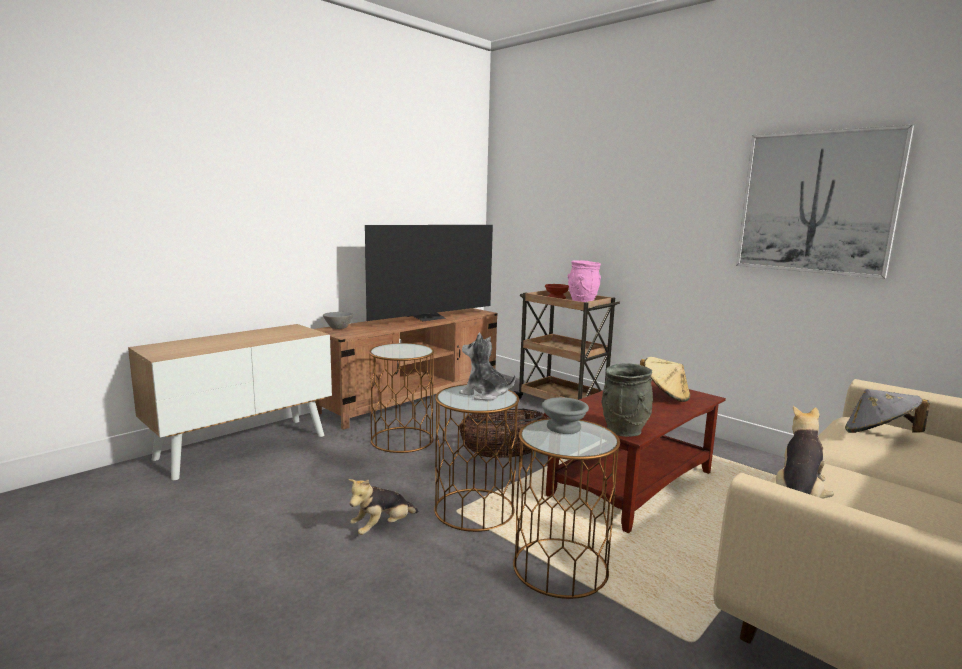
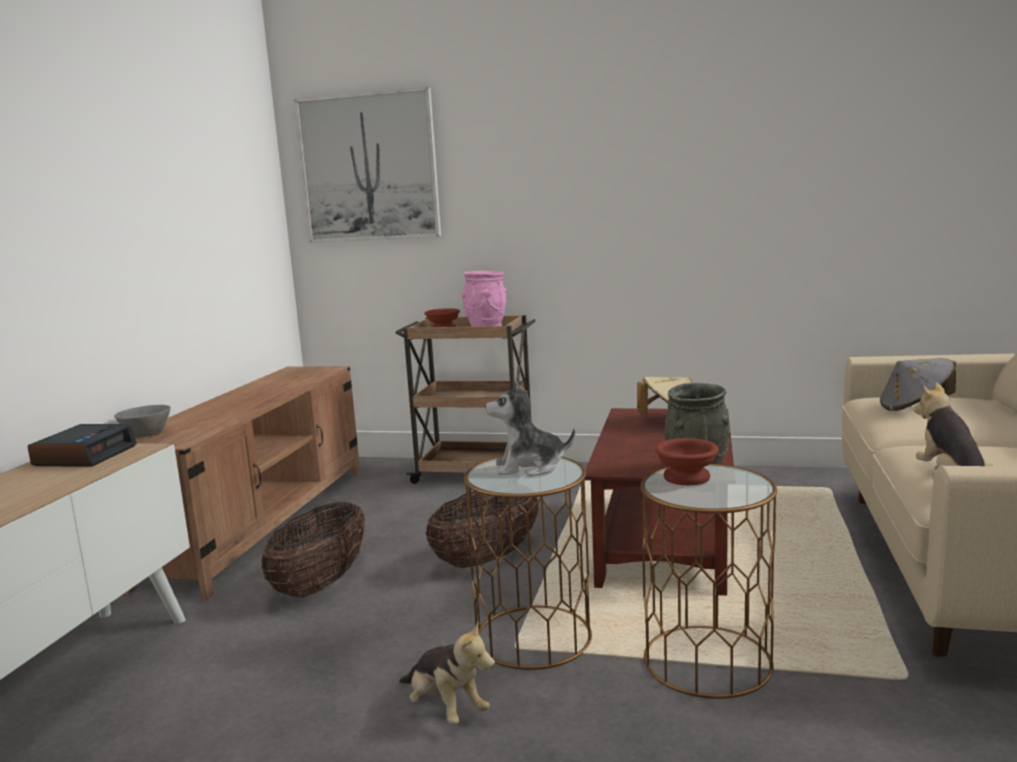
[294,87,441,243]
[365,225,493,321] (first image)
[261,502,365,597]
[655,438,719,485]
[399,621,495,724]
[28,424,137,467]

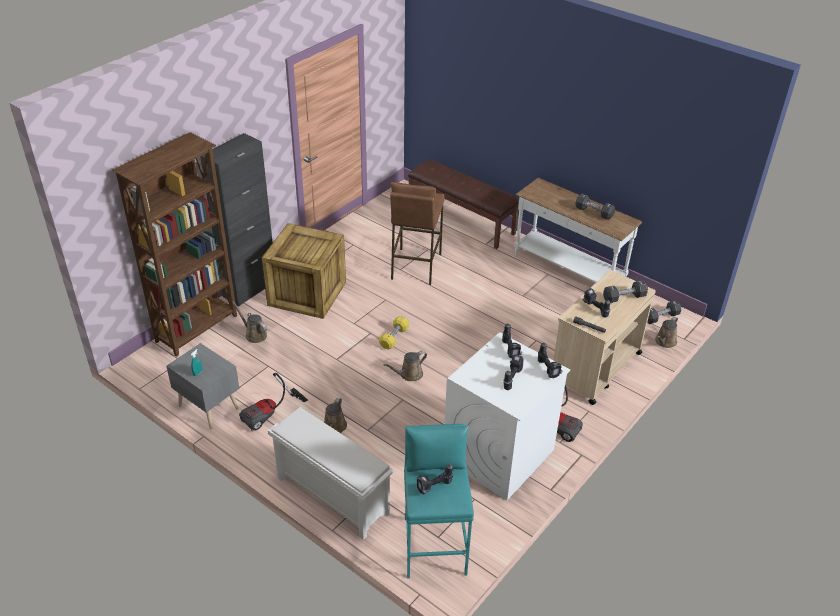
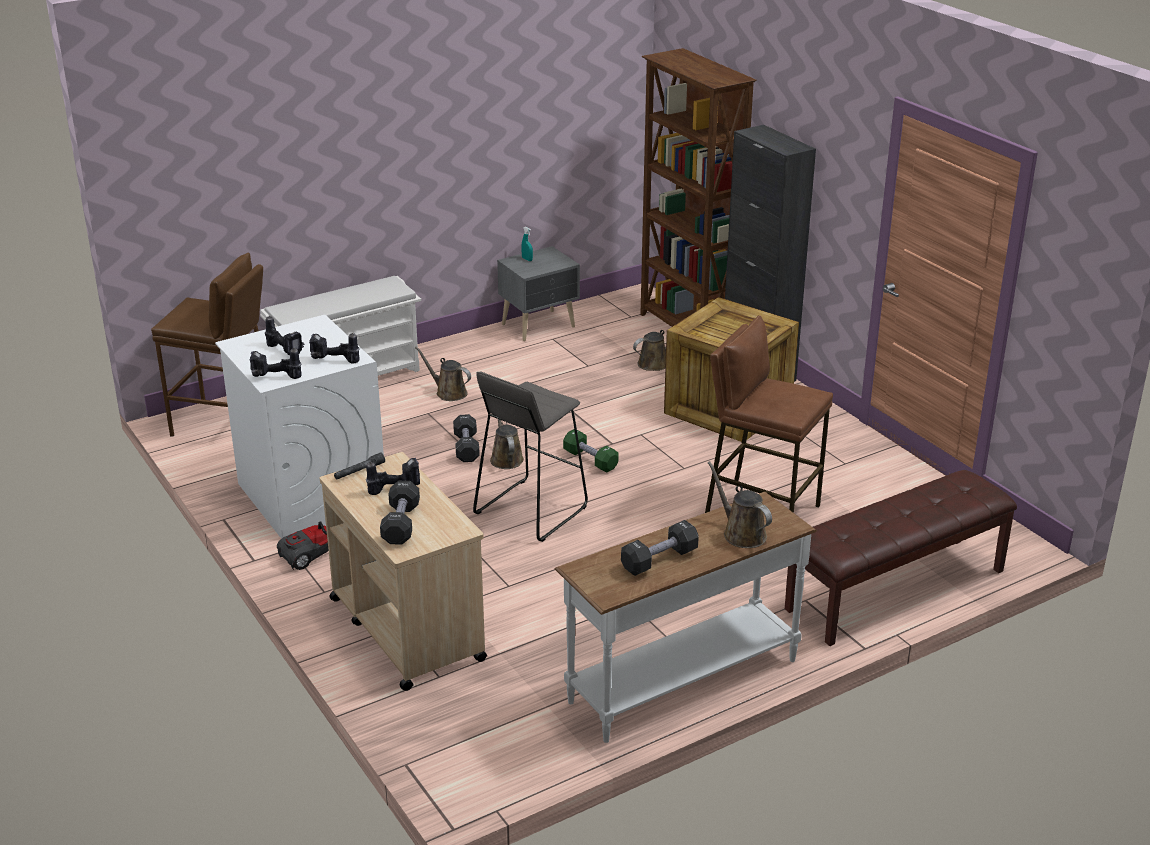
[453,414,480,462]
[563,429,619,473]
[708,461,772,548]
[239,373,308,431] (first image)
[151,253,263,437]
[417,464,453,495] (first image)
[473,372,588,542]

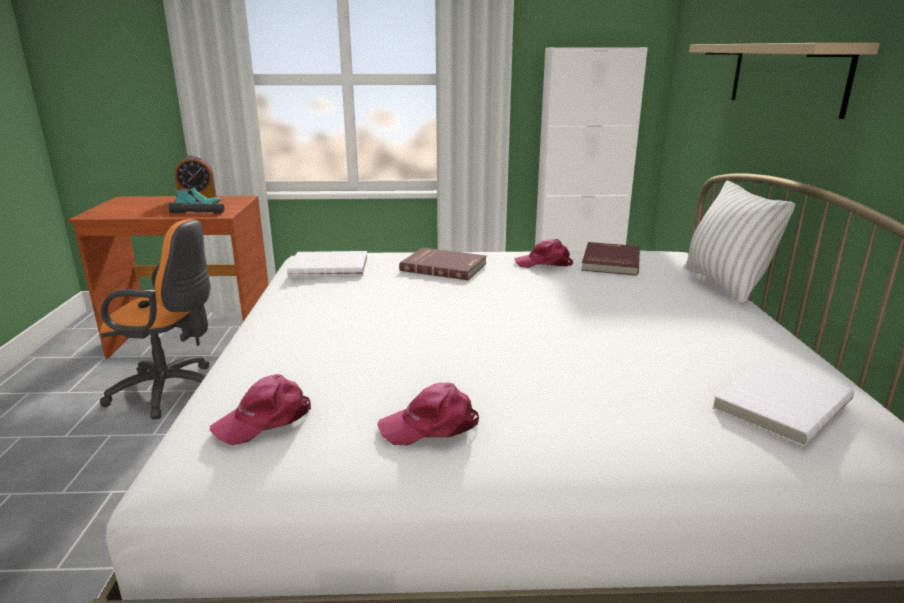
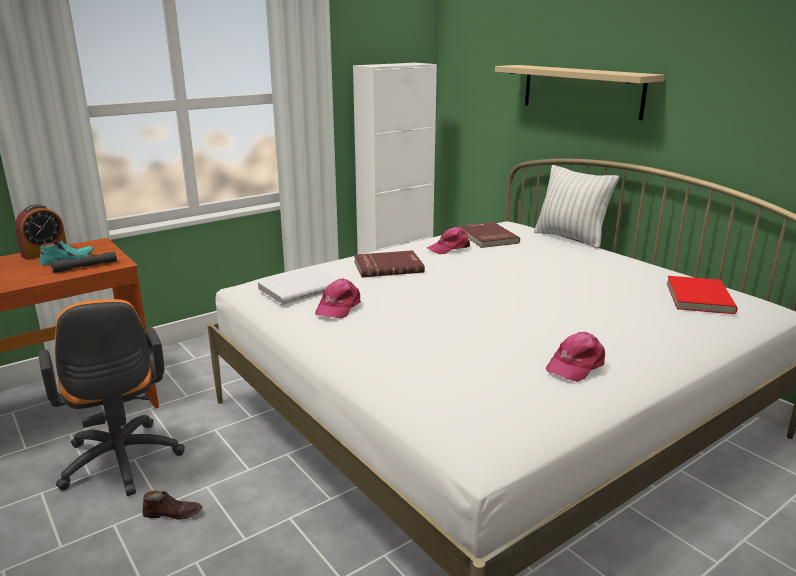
[38,299,185,496]
[667,276,738,314]
[315,278,360,319]
[142,490,202,520]

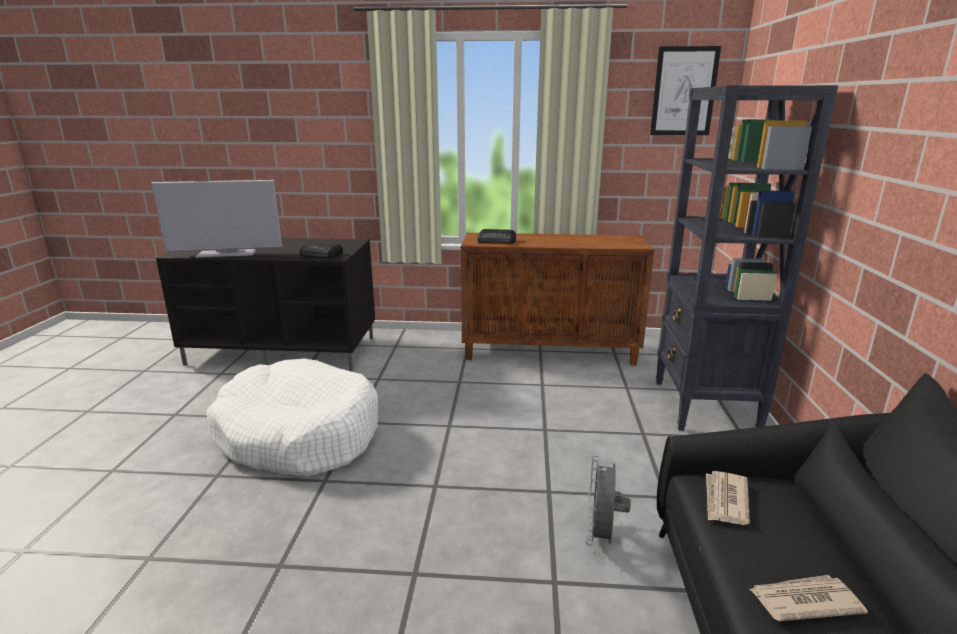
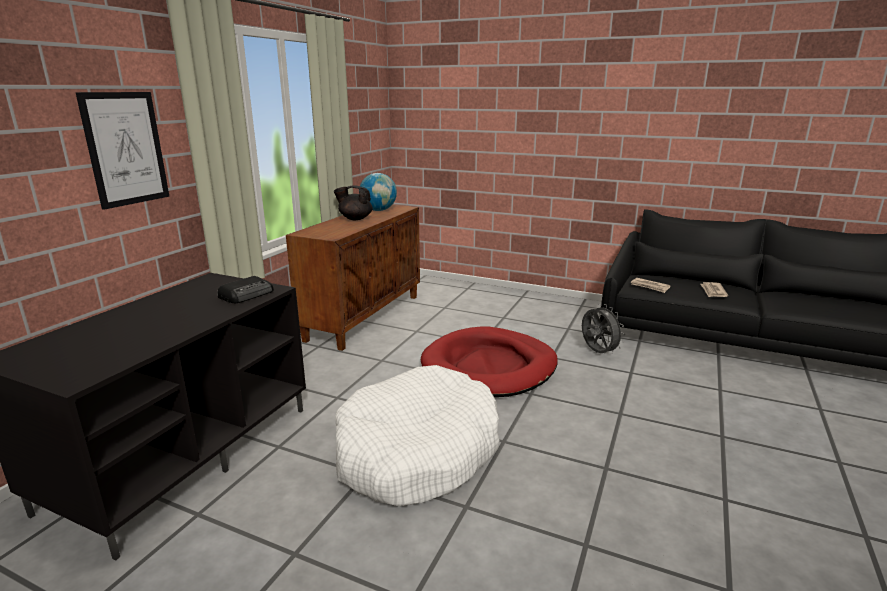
[75,92,169,210]
[656,85,838,431] (first image)
[151,180,282,258] (first image)
[477,229,516,244] (first image)
[582,304,625,354]
[360,173,397,211]
[334,185,373,220]
[421,326,558,397]

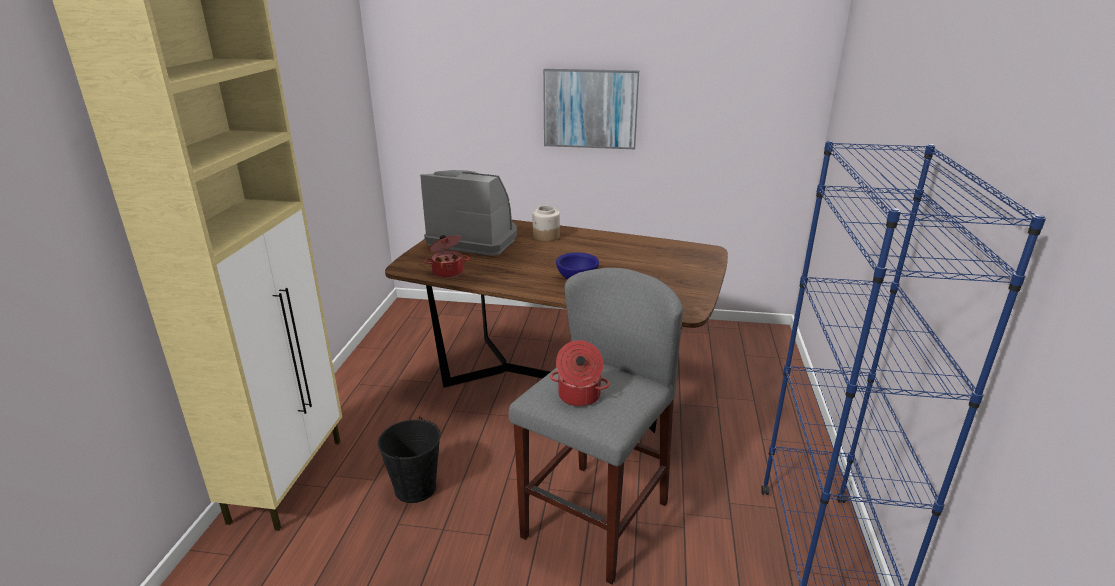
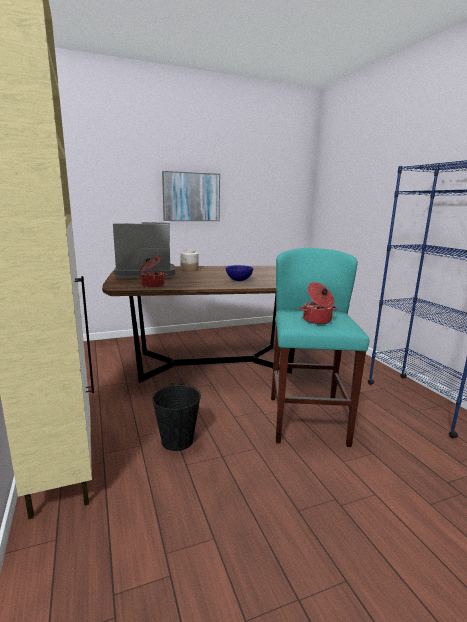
[271,248,369,447]

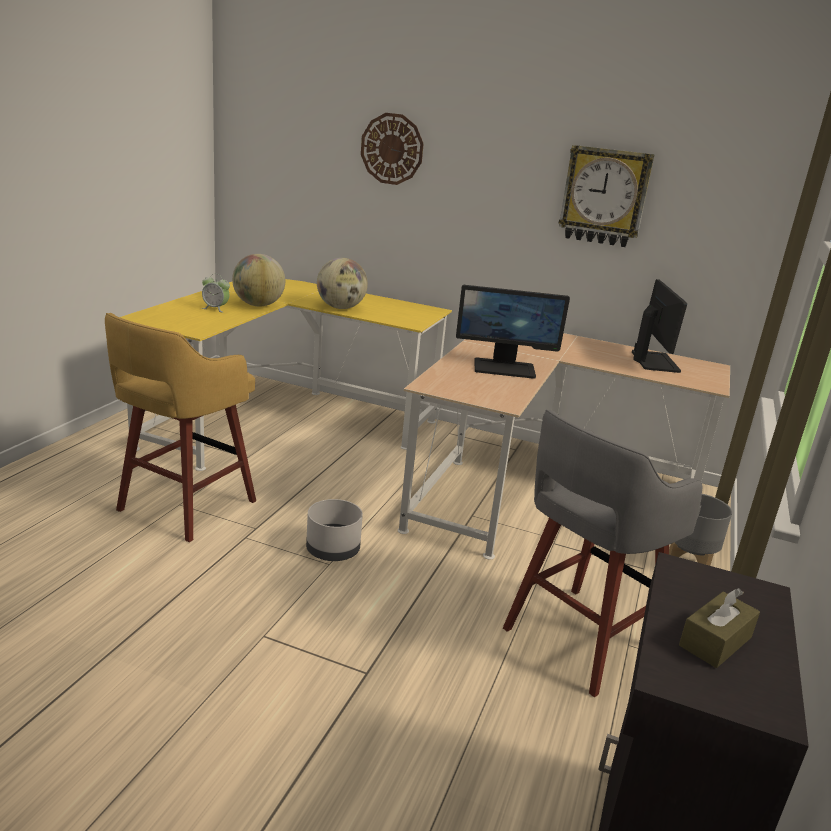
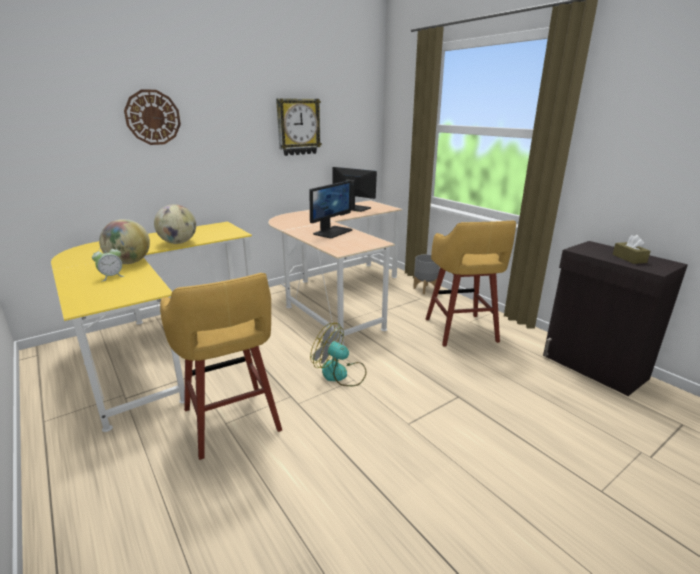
[426,221,516,347]
[310,323,367,386]

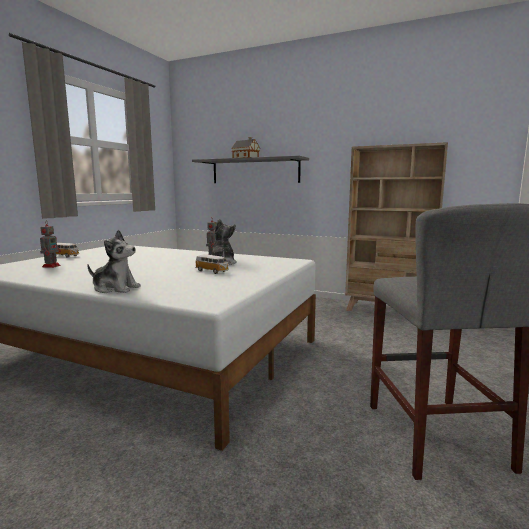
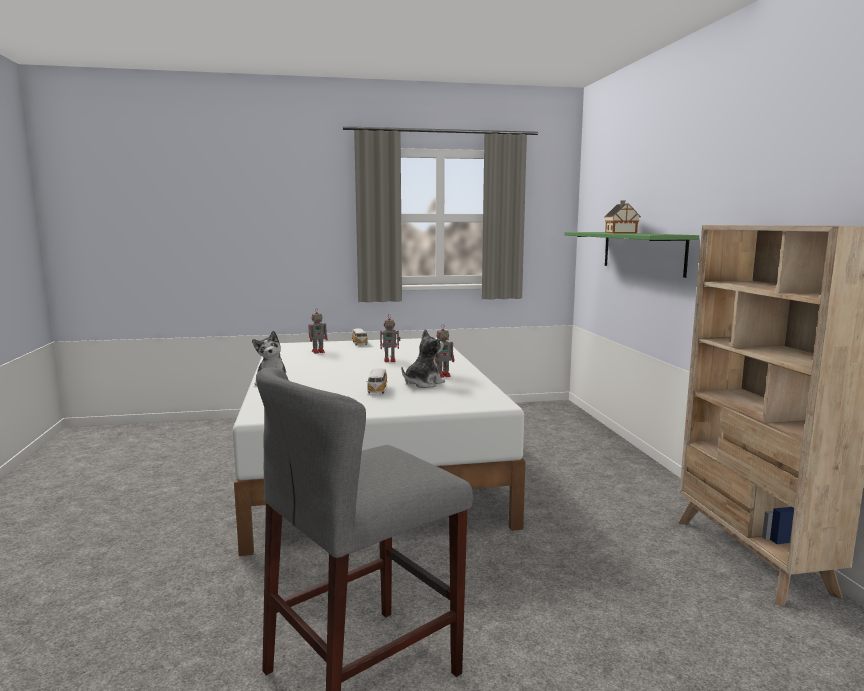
[564,232,699,278]
[380,314,400,362]

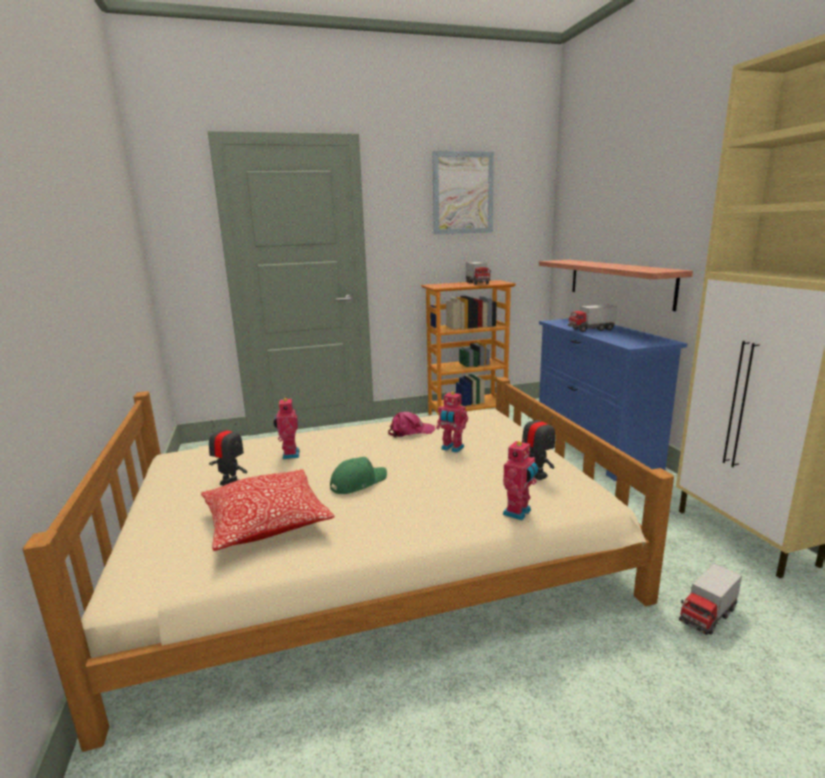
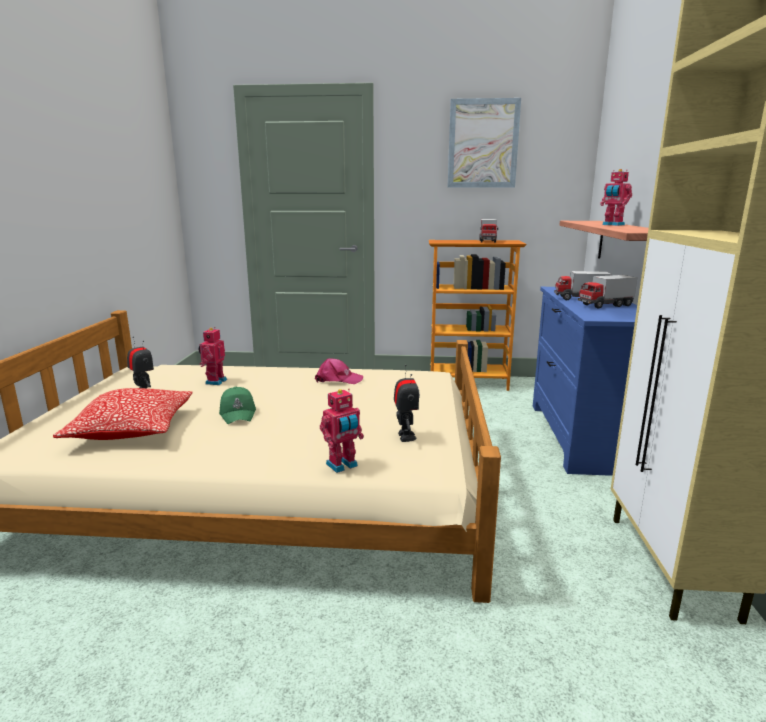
[600,169,632,226]
[219,387,256,424]
[578,275,637,309]

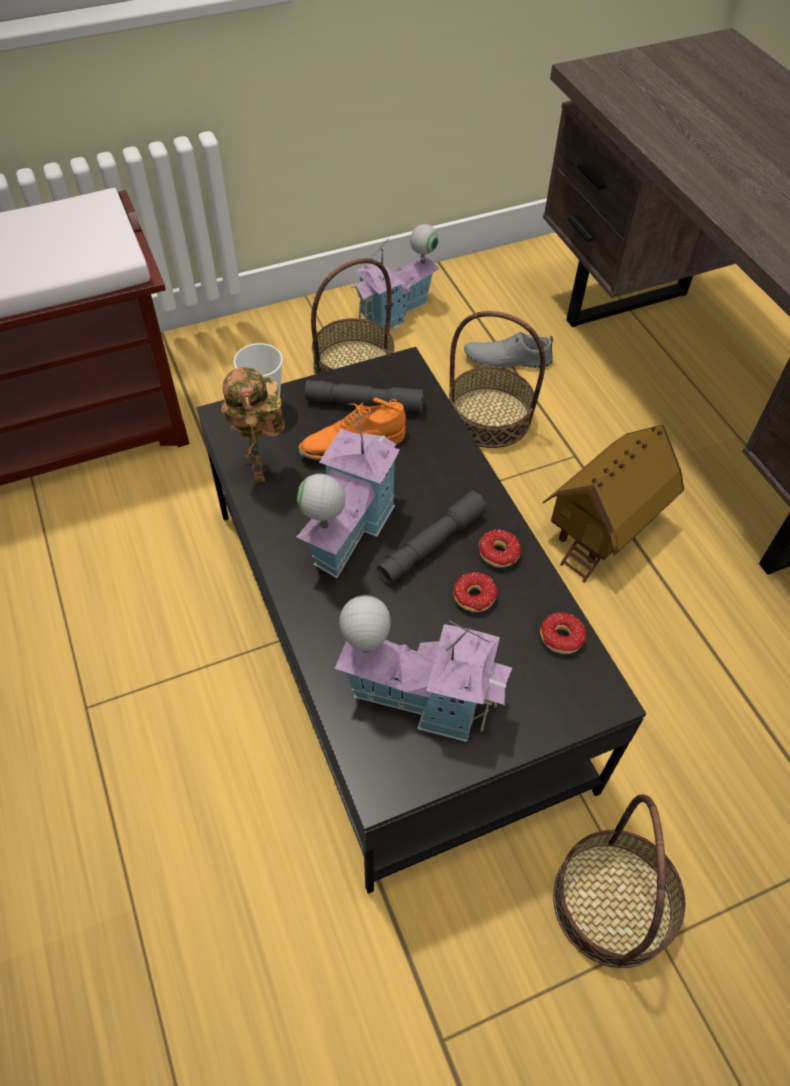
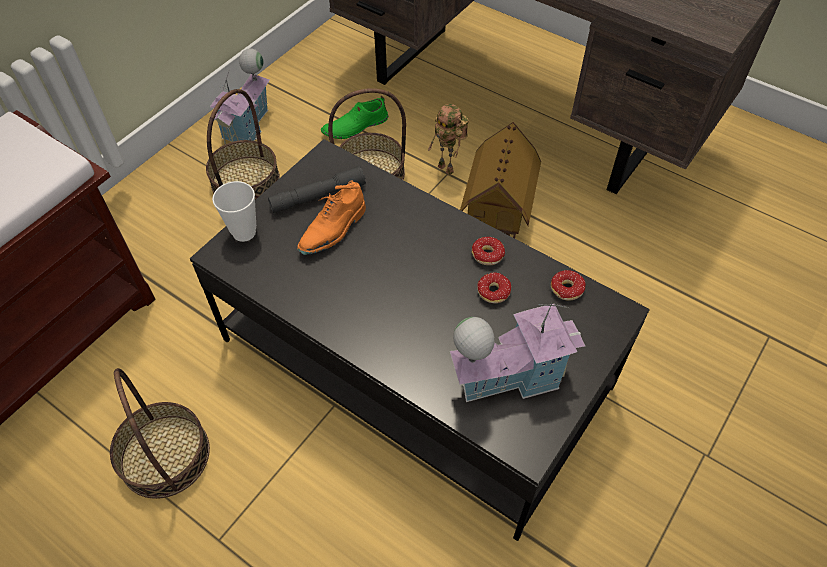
[321,96,389,139]
[428,104,469,175]
[297,411,400,578] (first image)
[377,491,487,584] (first image)
[110,368,210,499]

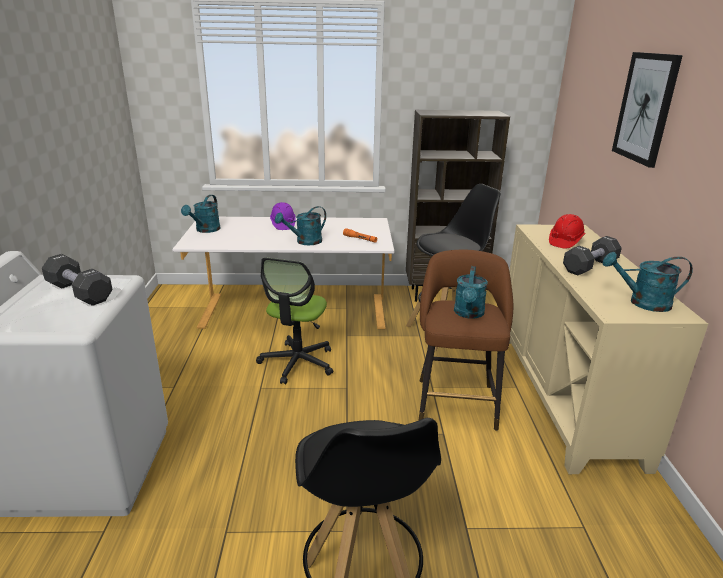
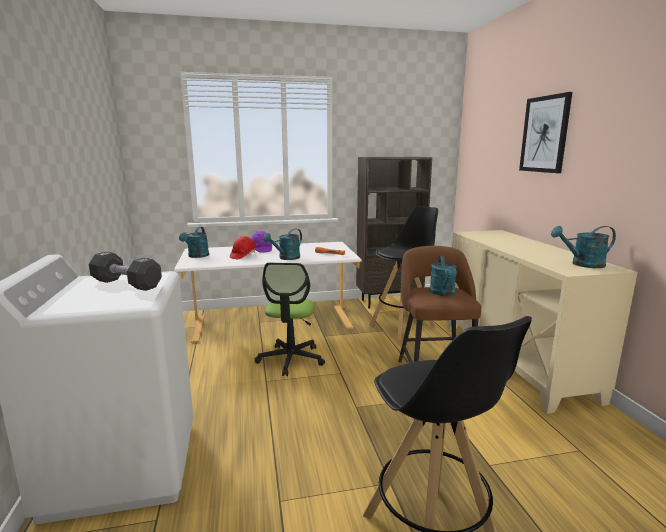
[230,236,257,259]
[563,236,622,276] (first image)

